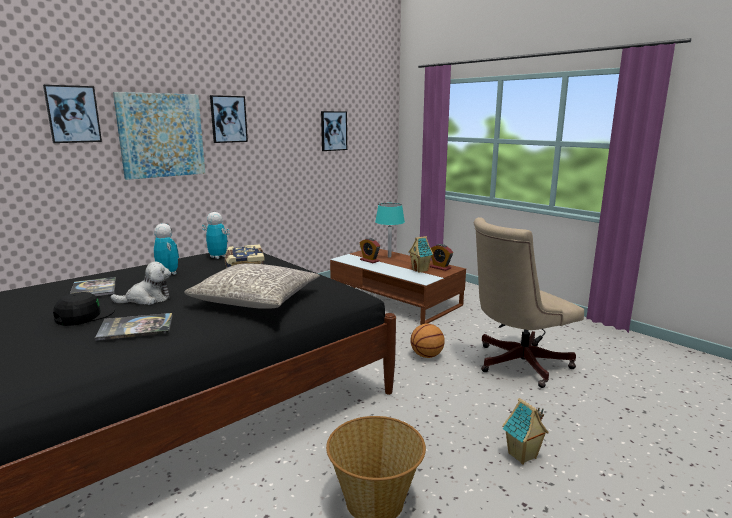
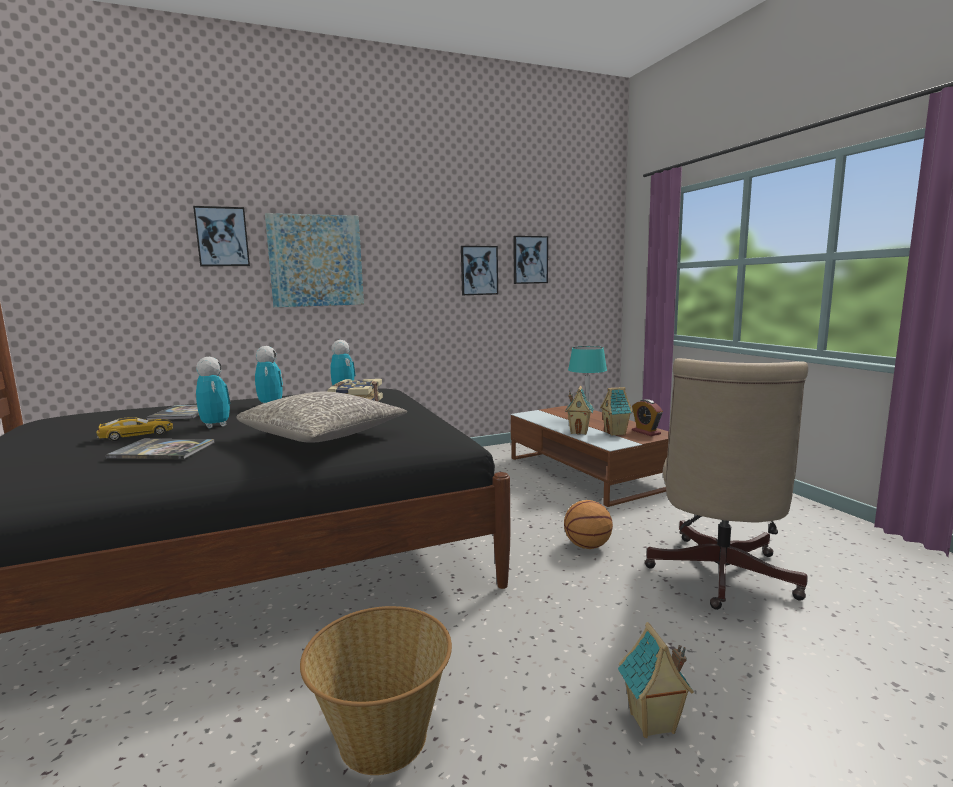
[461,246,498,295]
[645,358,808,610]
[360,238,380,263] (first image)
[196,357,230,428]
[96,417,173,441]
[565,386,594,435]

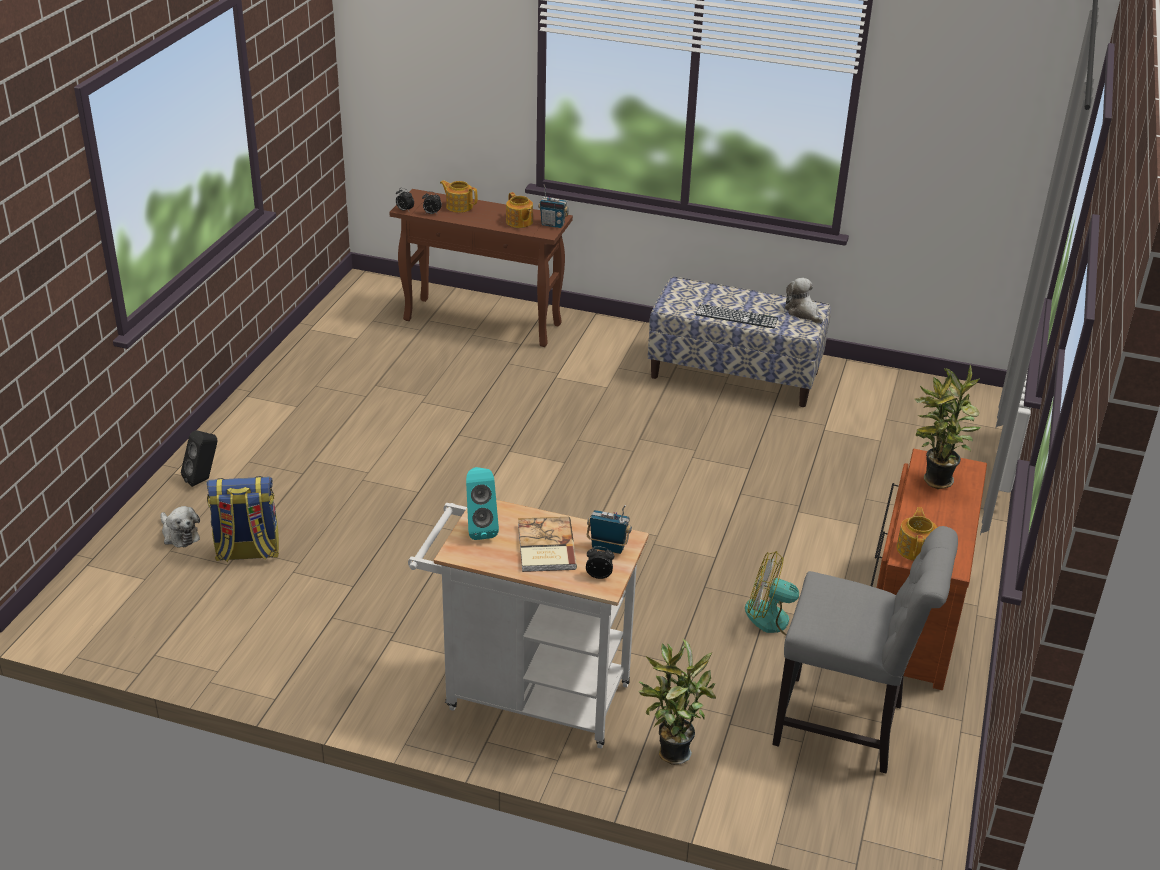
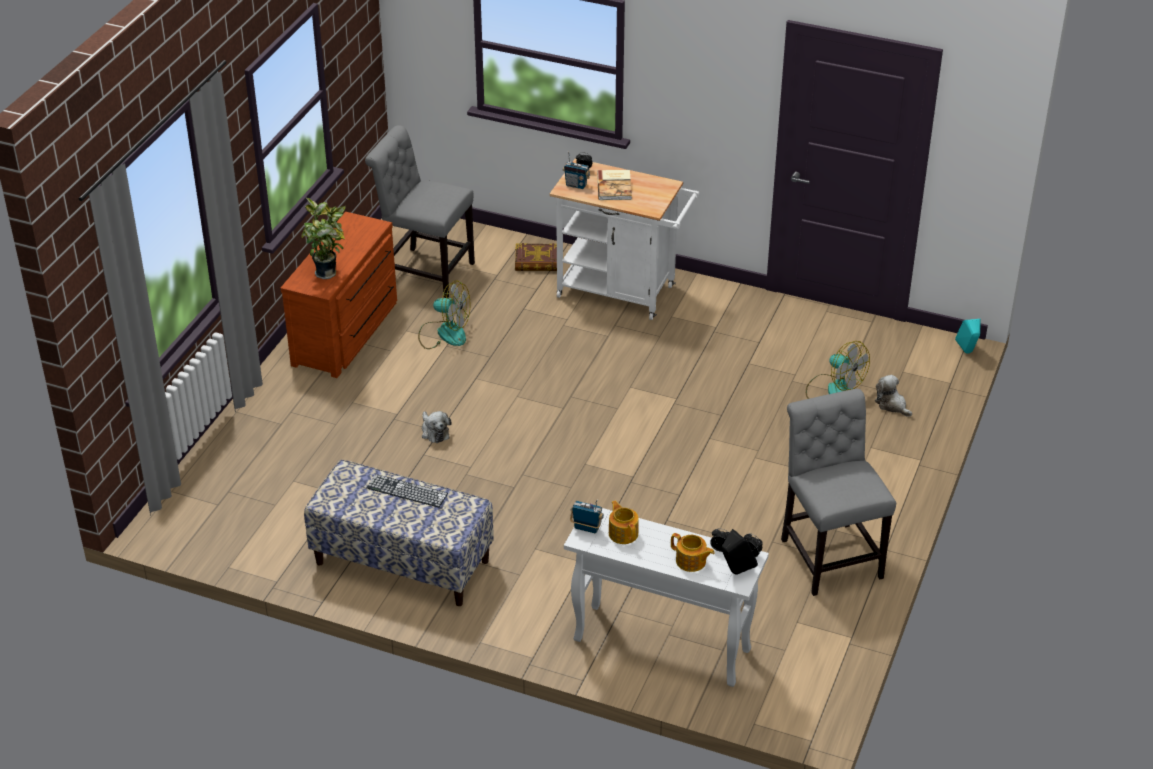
[564,508,769,687]
[422,411,452,443]
[721,529,758,575]
[955,319,981,354]
[806,341,870,399]
[896,507,937,561] (first image)
[515,243,557,271]
[781,389,896,596]

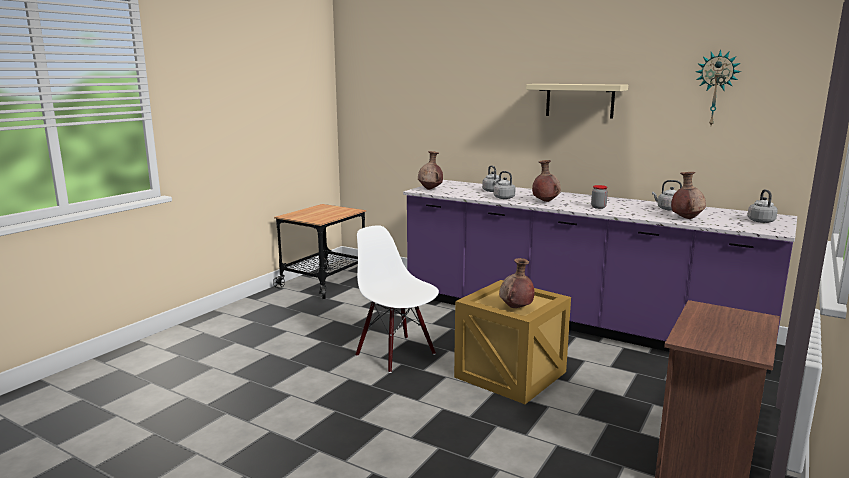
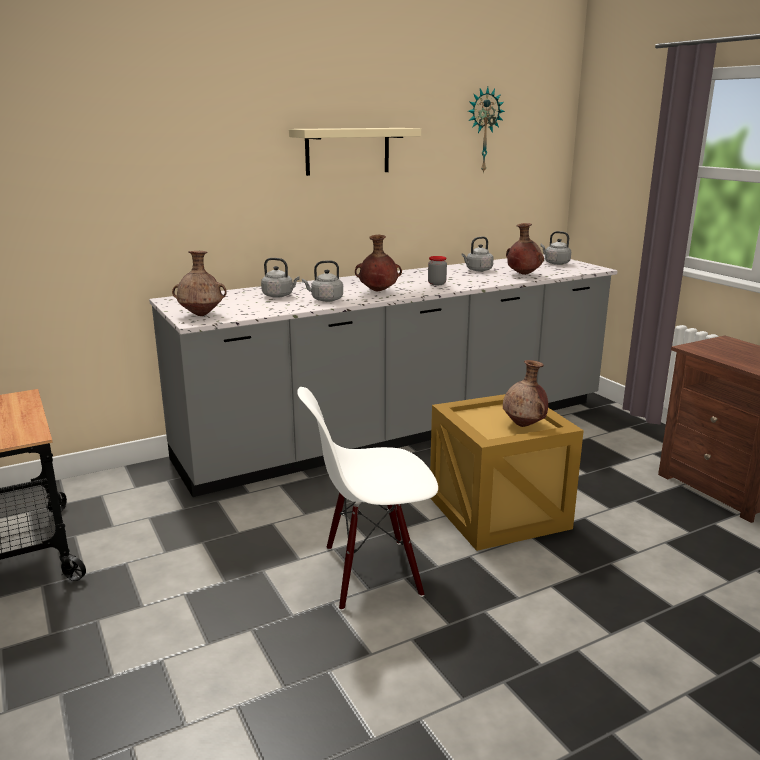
[149,254,617,497]

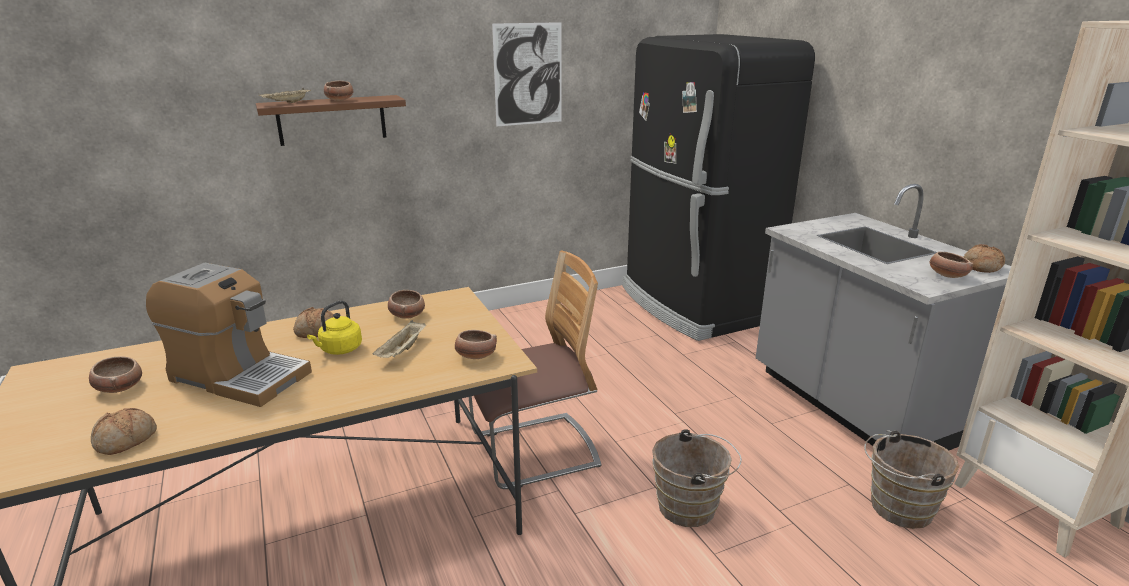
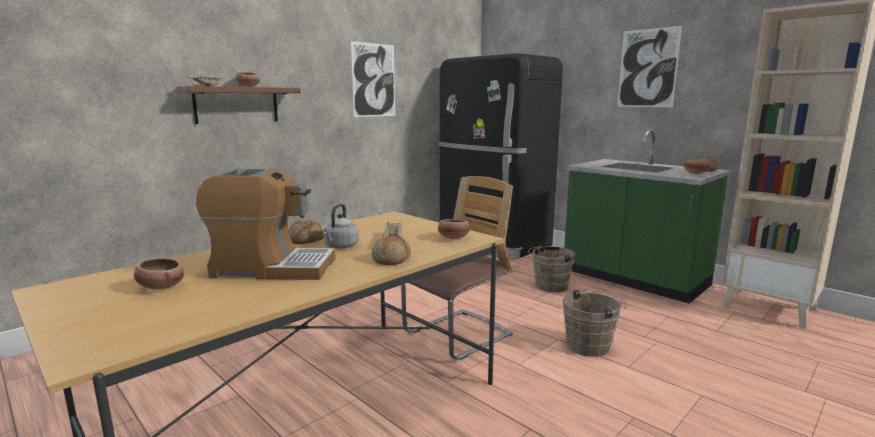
[564,129,730,304]
[388,290,425,319] (first image)
[323,204,359,248]
[372,236,411,265]
[528,245,575,292]
[617,26,682,107]

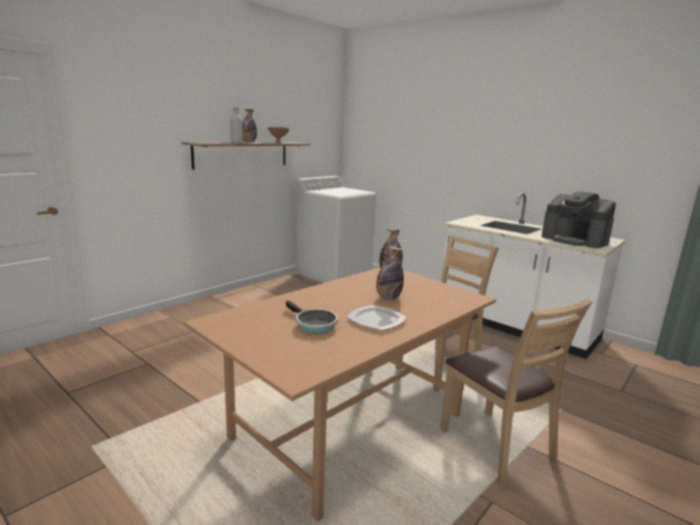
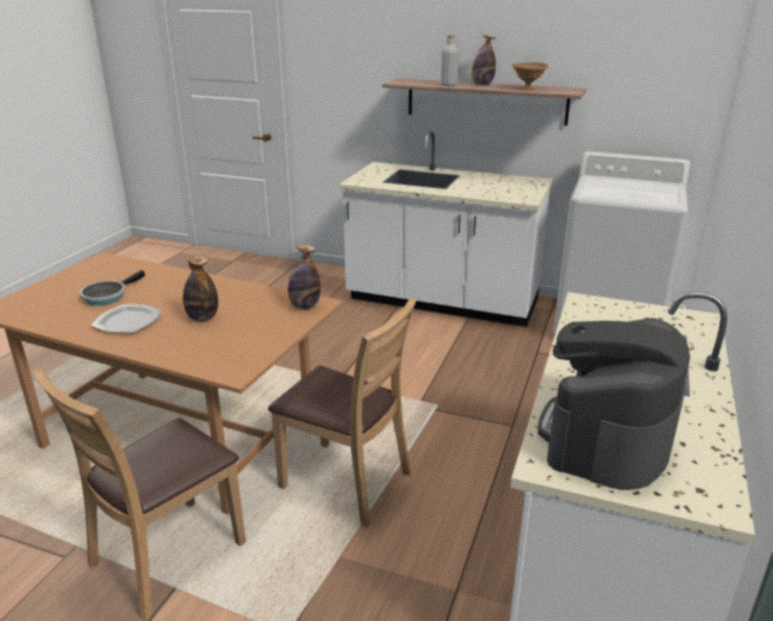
[339,131,553,327]

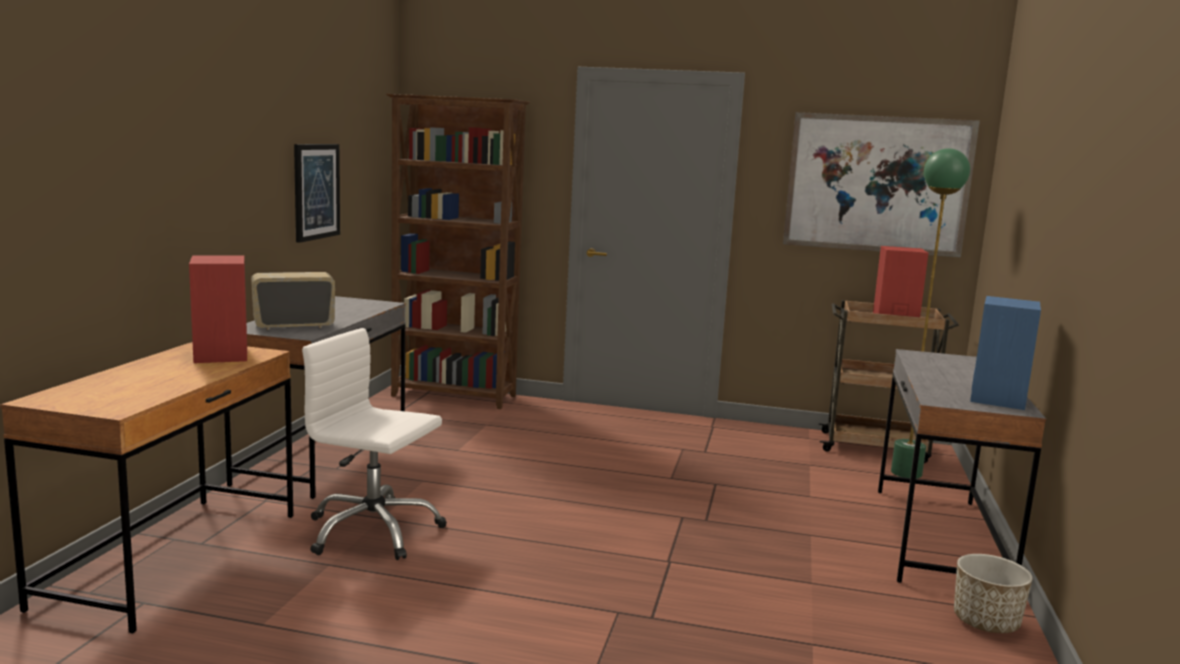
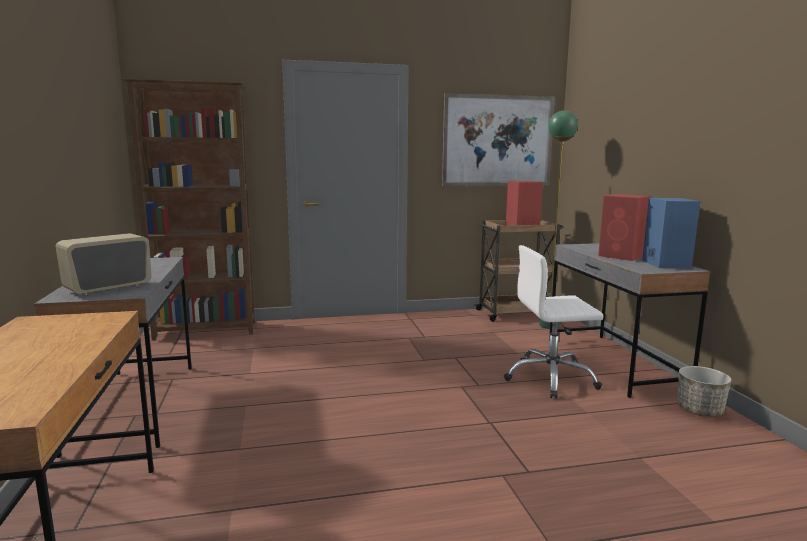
[294,144,340,243] (first image)
[598,194,651,261]
[504,245,603,399]

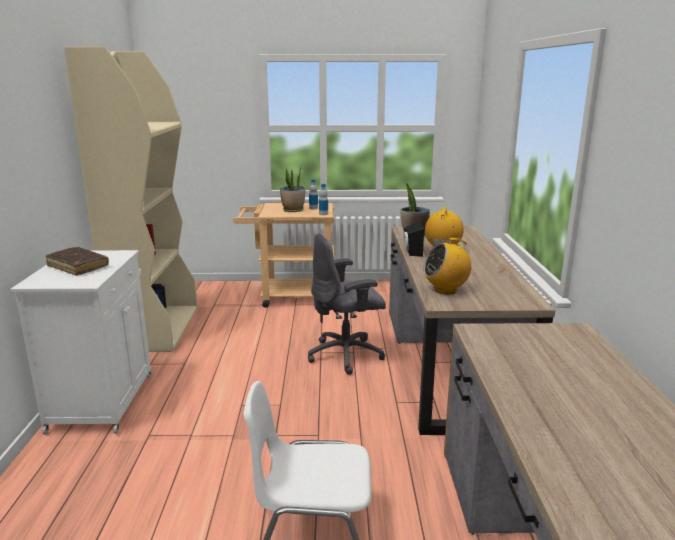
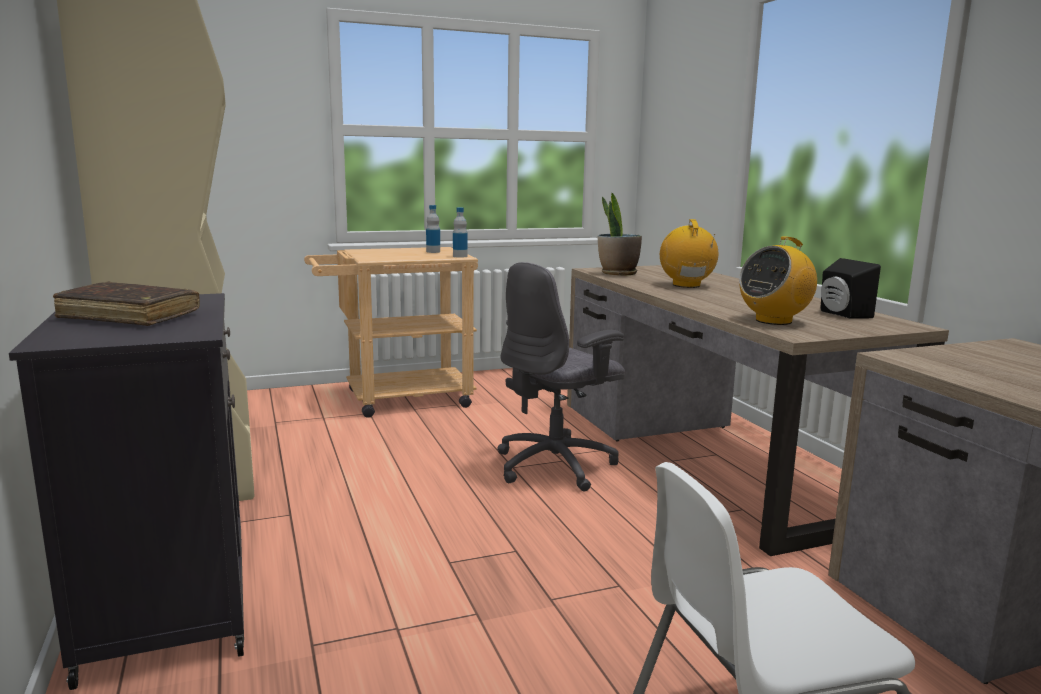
[280,164,305,212] (first image)
[820,258,881,319]
[9,293,244,690]

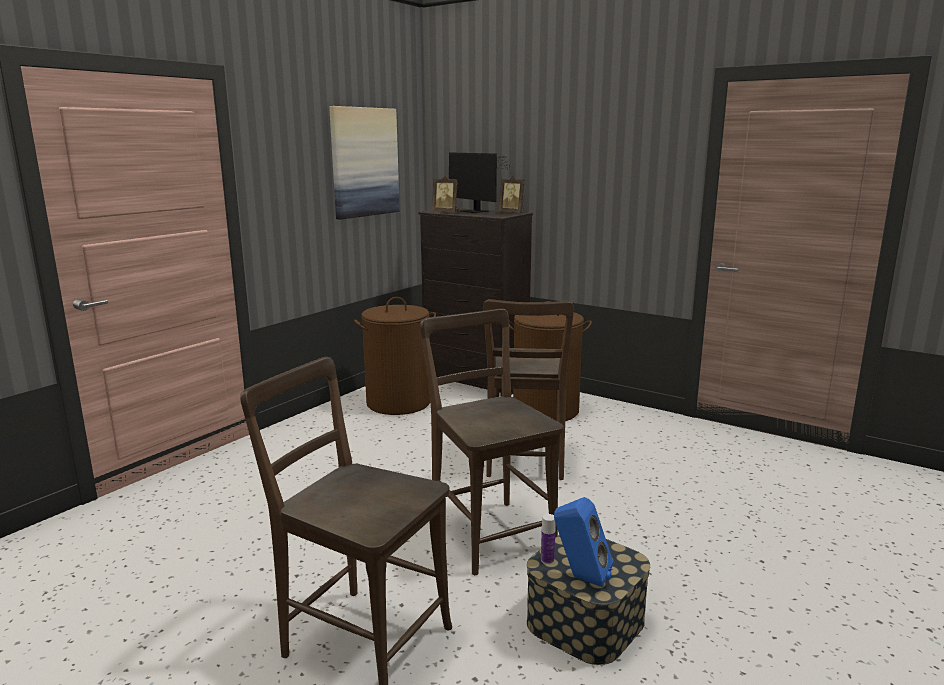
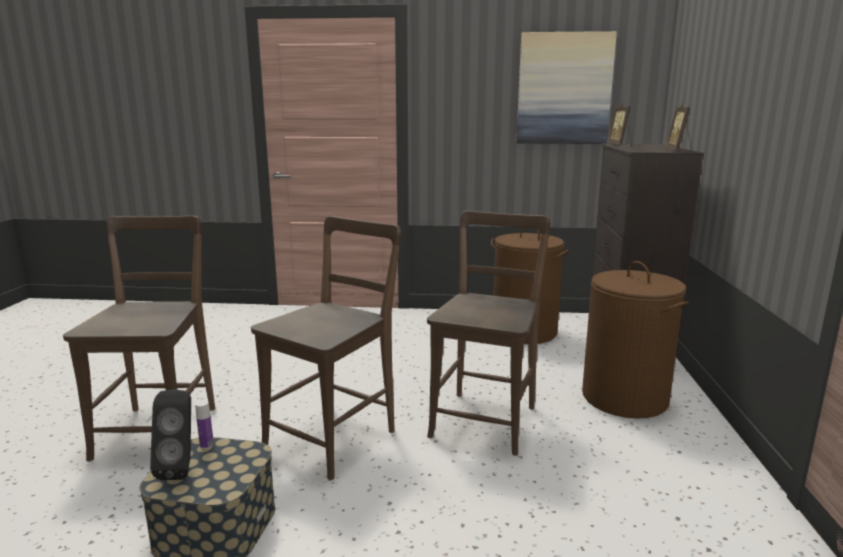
[449,152,513,213] (first image)
[427,211,550,456]
[150,390,191,480]

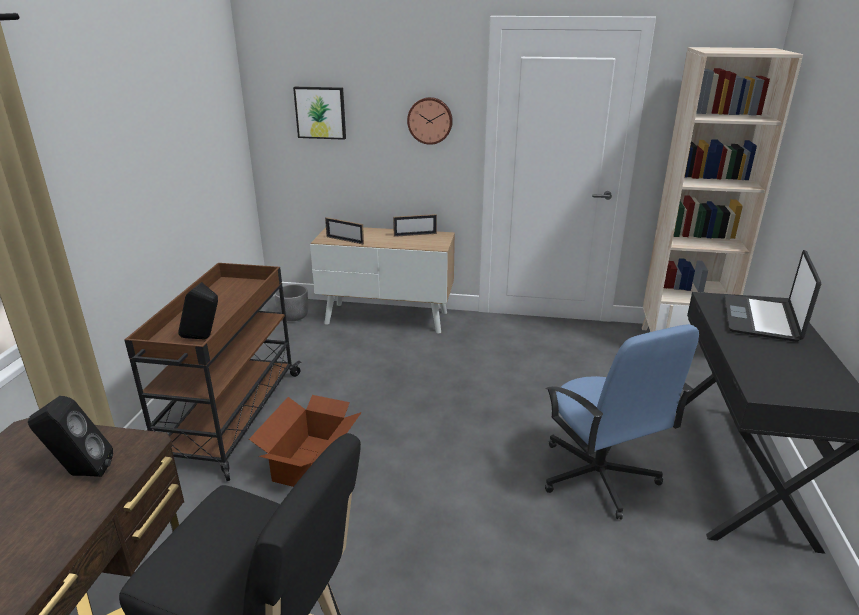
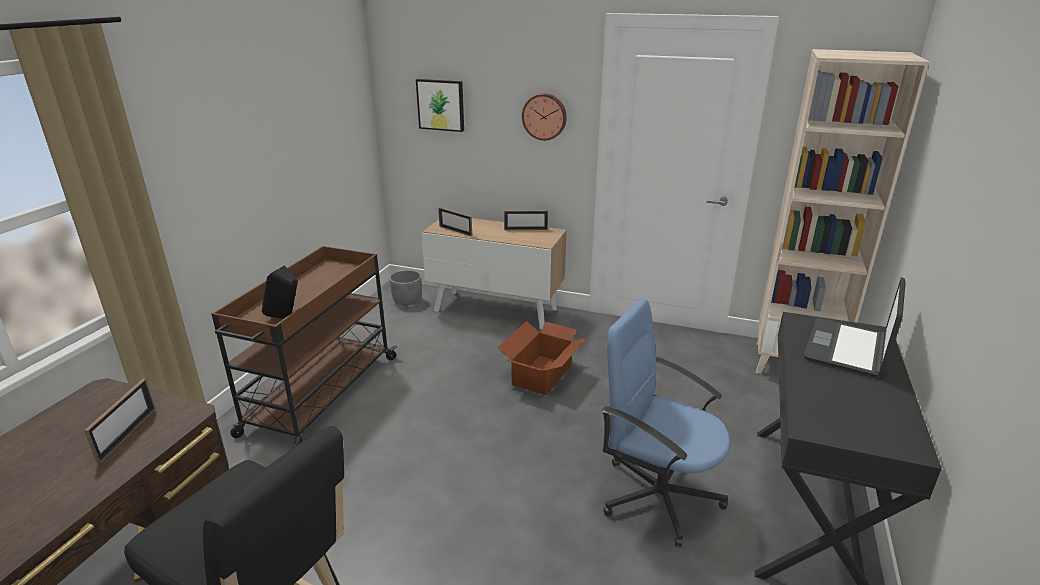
[602,298,731,547]
[497,321,587,395]
[84,379,155,464]

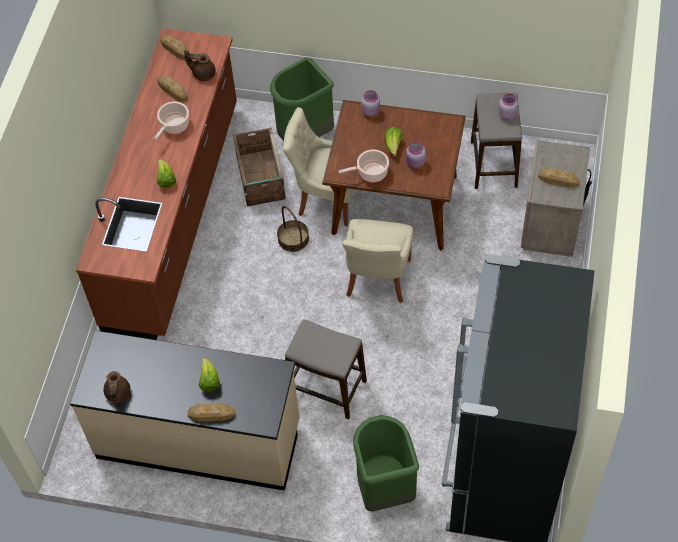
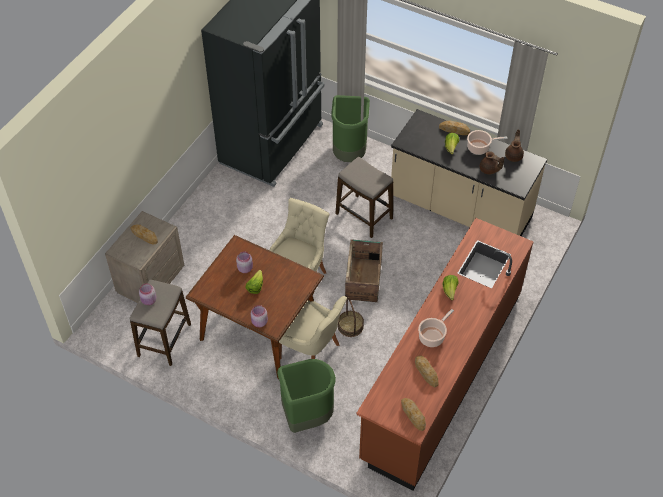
[480,151,505,174]
[345,239,383,302]
[467,130,507,155]

